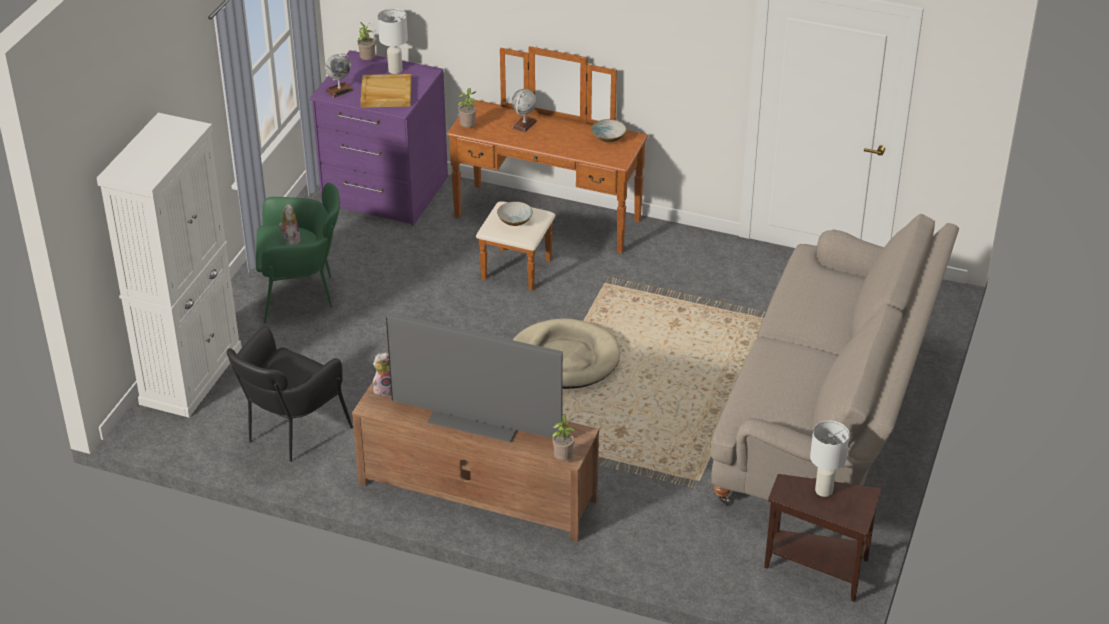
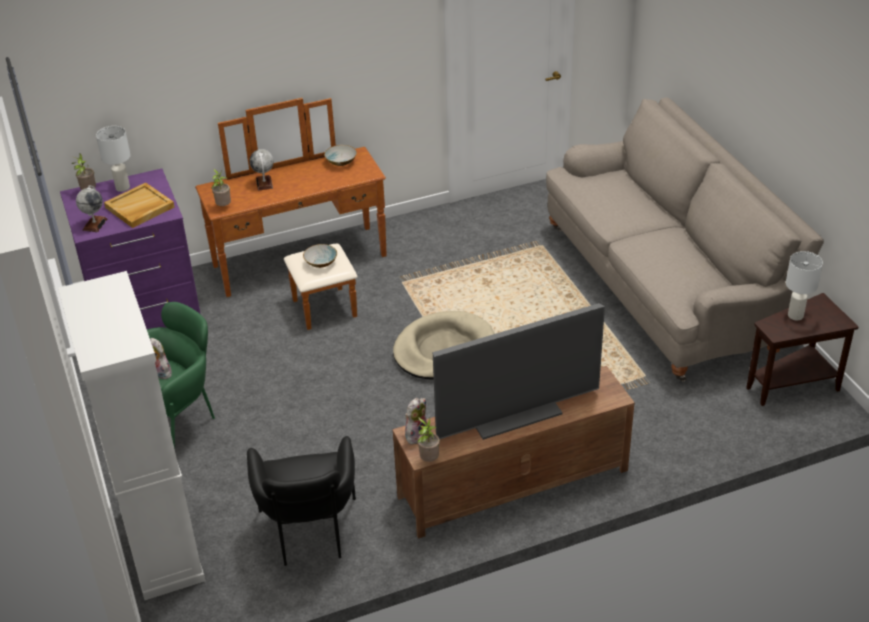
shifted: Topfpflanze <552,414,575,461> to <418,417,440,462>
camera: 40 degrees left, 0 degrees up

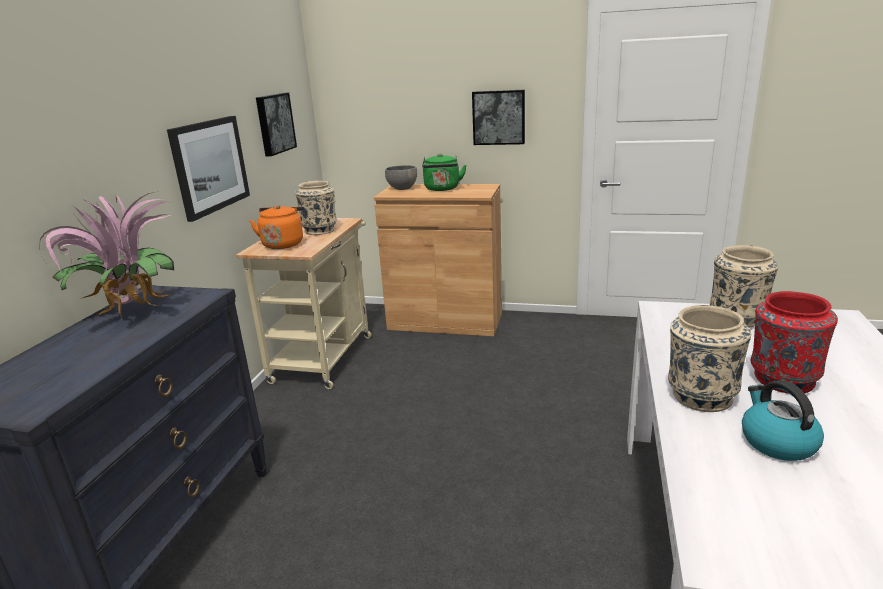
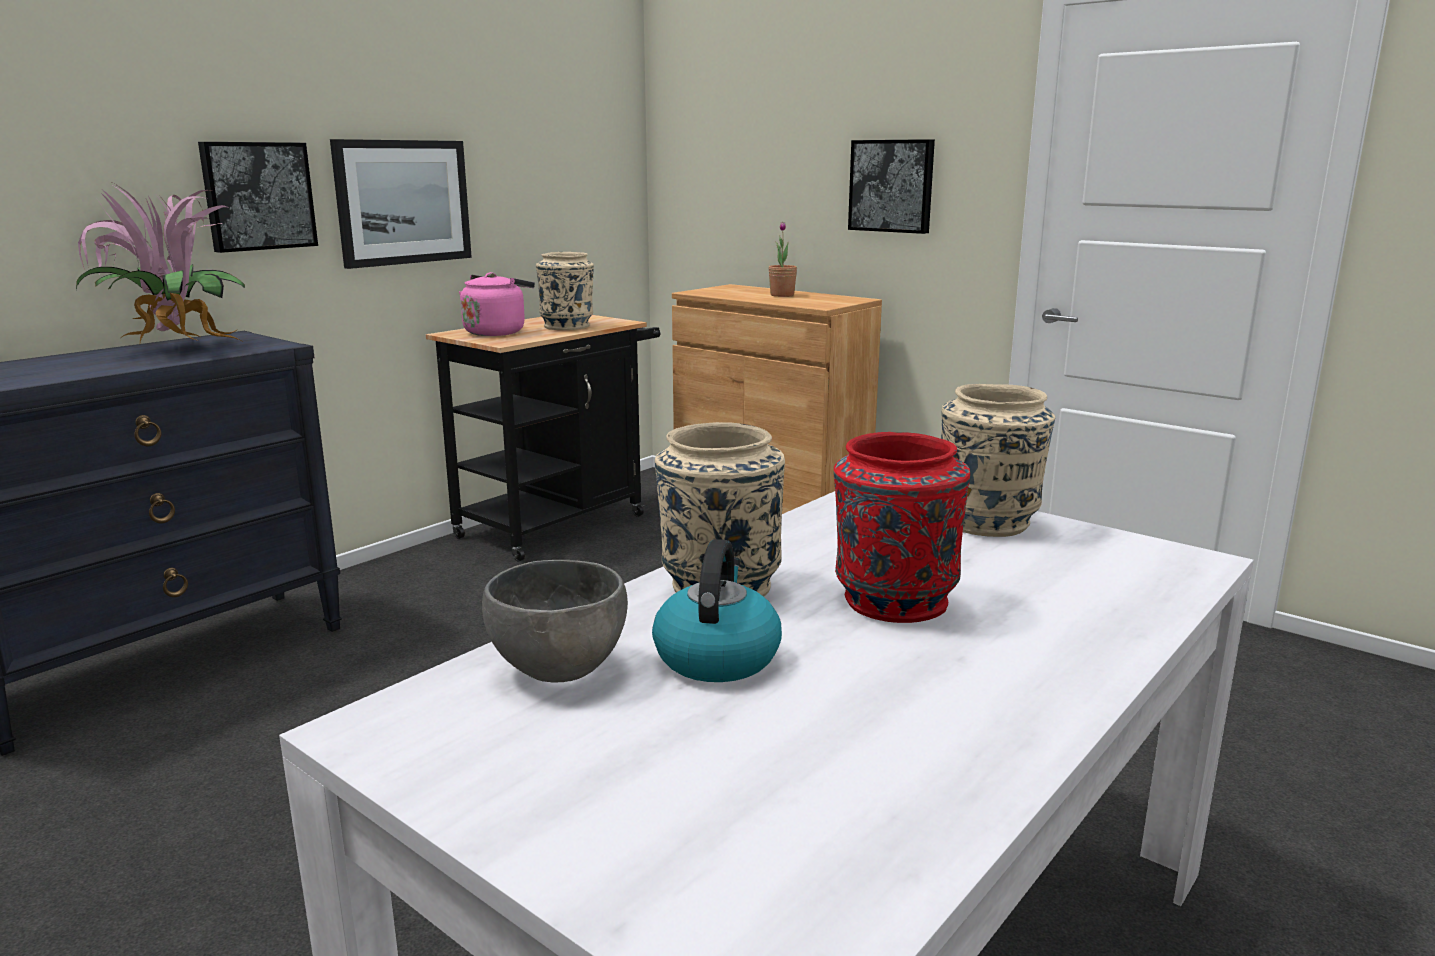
shifted: Bild <256,93,297,156> to <198,142,318,253>; Schüssel [grau] <385,165,417,190> to <482,560,628,683>
swapped: Wasserkessel [grün] <422,153,467,191> to Topfpflanze <768,222,797,297>
repainted: Rollwagen [beige] <236,218,371,389> to Rollwagen [schwarz] <426,315,661,561>; Wasserkessel [orange] <250,205,304,249> to Wasserkessel [rosa] <459,272,535,336>
camera: 25 degrees right, 5 degrees down

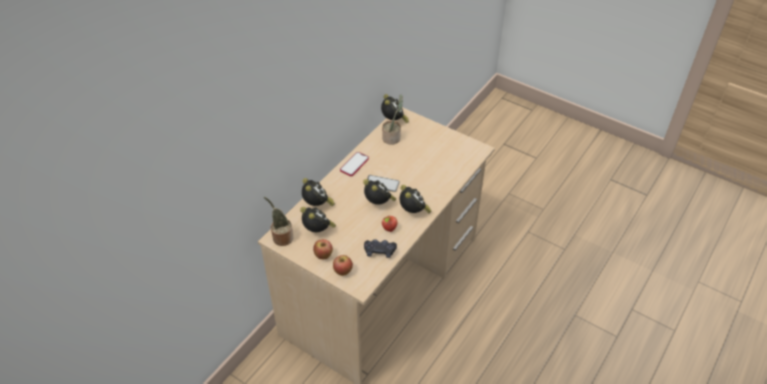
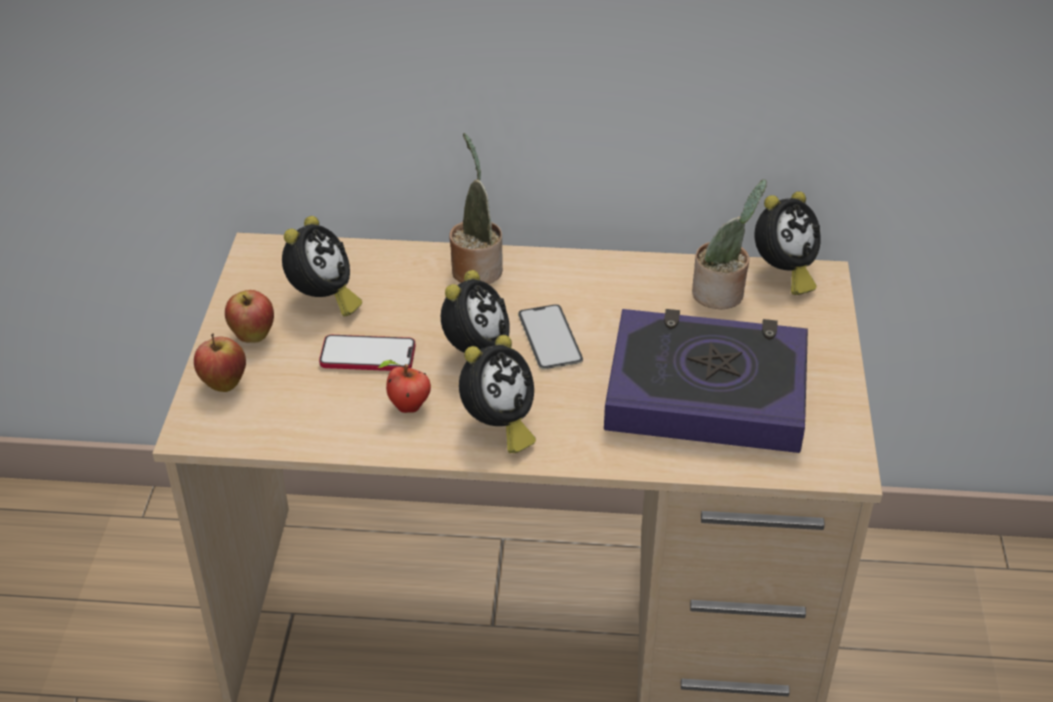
gone: Wecker <302,178,335,206>; Gamepad [schwarz] <364,239,397,258>
new: Buch <604,309,808,453>
shifted: Topfpflanze <264,197,293,246> to <449,133,503,284>; Handy <340,152,369,176> to <319,335,416,371>
camera: 60 degrees right, 5 degrees down

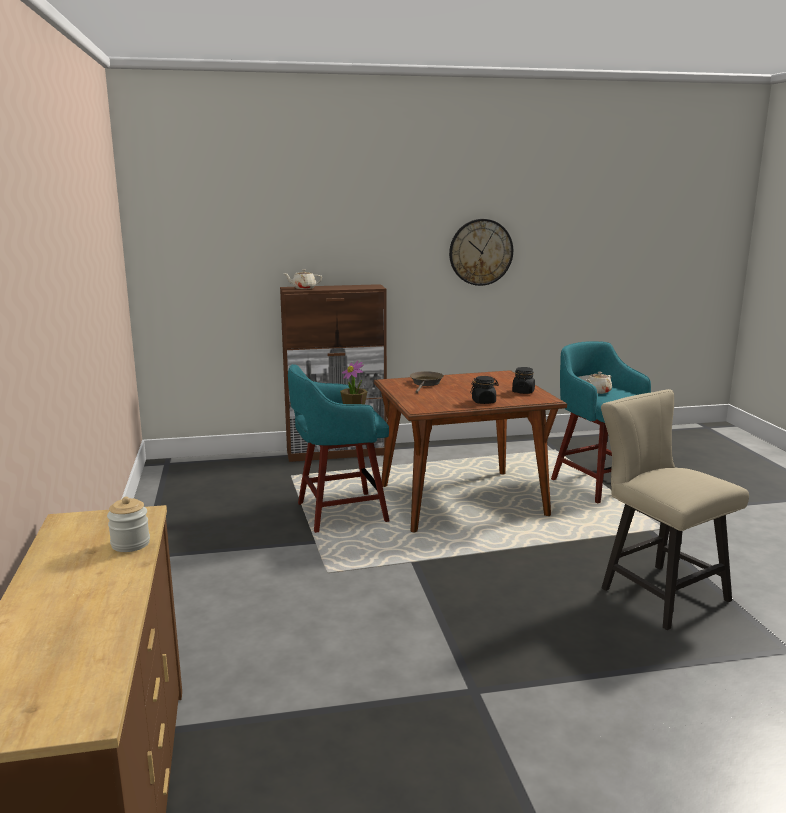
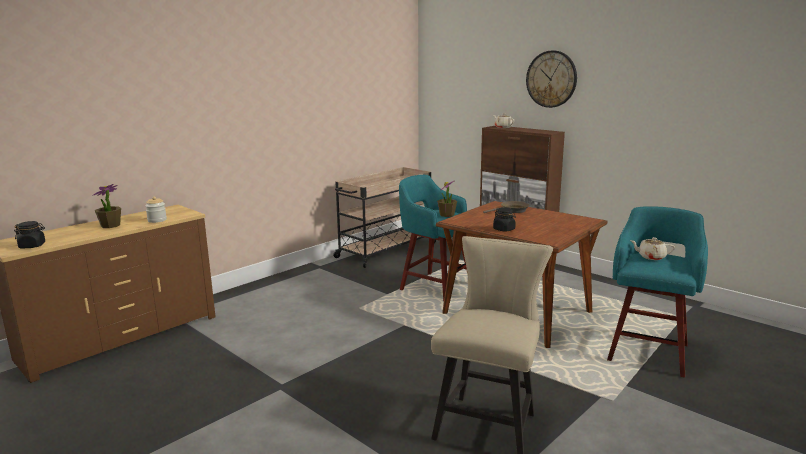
new: Topfpflanze <92,184,121,228>; Rollwagen [beige] <333,167,436,268>
shifted: Wanduhr <449,219,513,286> to <526,50,577,108>; Vorratsglas [schwarz] <512,367,535,394> to <14,221,45,248>
camera: 55 degrees right, 0 degrees up

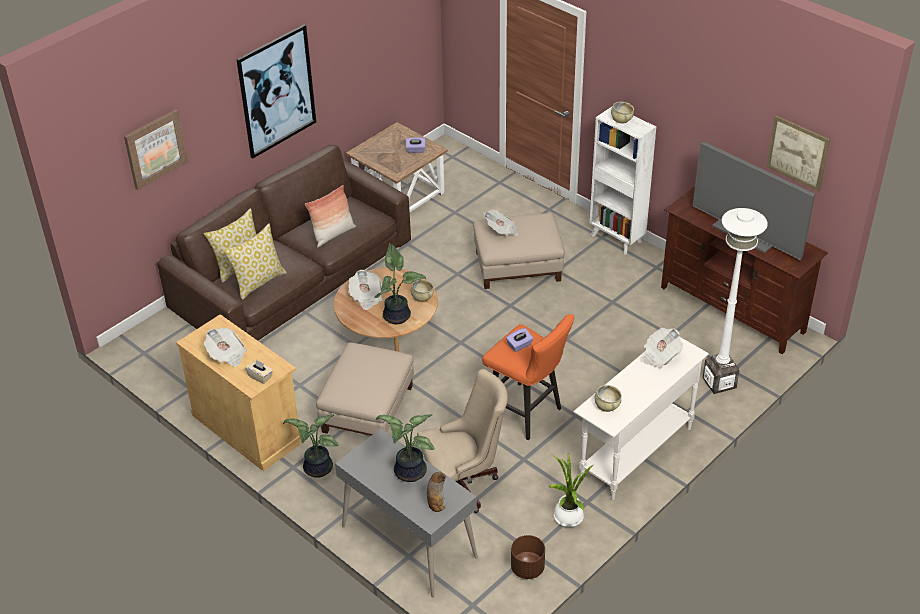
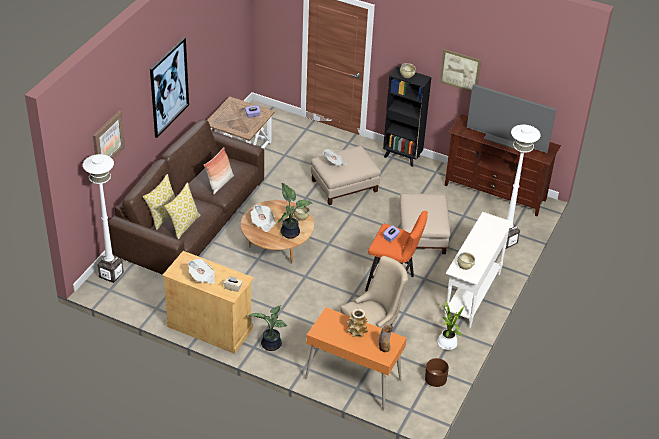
gone: Zeitung <640,328,683,368>
new: Stehlampe [weiß] <83,154,124,283>
shifted: Polsterhocker [beige] <316,342,414,436> to <400,193,450,254>; Bild <766,116,830,192> to <440,49,481,92>
swapped: Topfpflanze <375,414,435,482> to Vase <347,308,368,337>
repainted: Schreibtisch [grau] <335,429,478,597> to Schreibtisch [orange] <305,307,407,410>; Bücherregal [weiß] <590,106,656,254> to Bücherregal [schwarz] <383,67,431,167>
camera: 20 degrees left, 0 degrees up

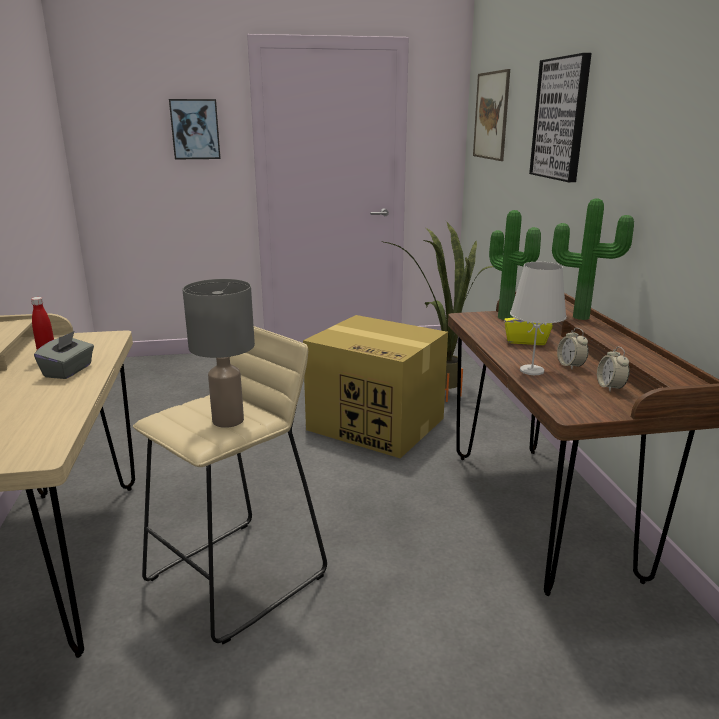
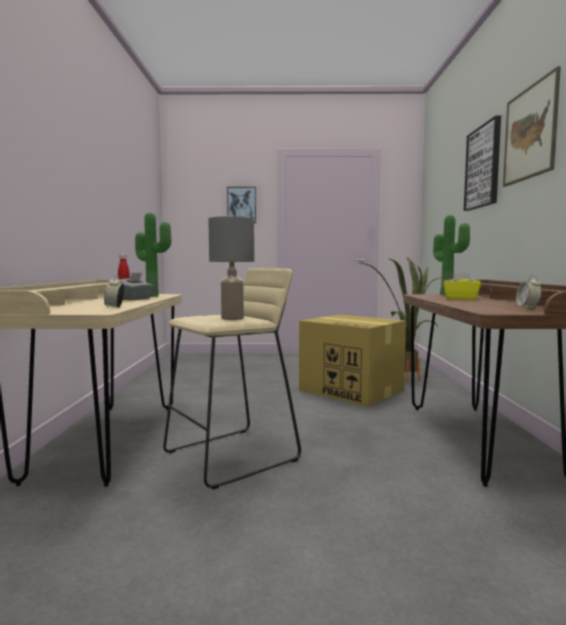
gone: Tischlampe [weiß] <510,262,567,375>
shifted: Bild <473,69,510,161> to <503,66,561,187>; Topfpflanze <552,198,634,320> to <135,213,171,297>; Wecker <557,328,588,369> to <104,274,124,308>
camera: 10 degrees right, 15 degrees down

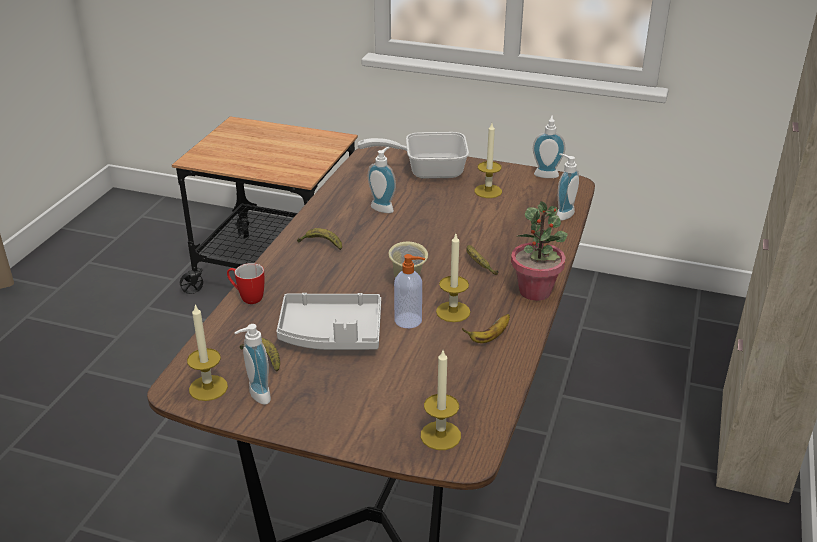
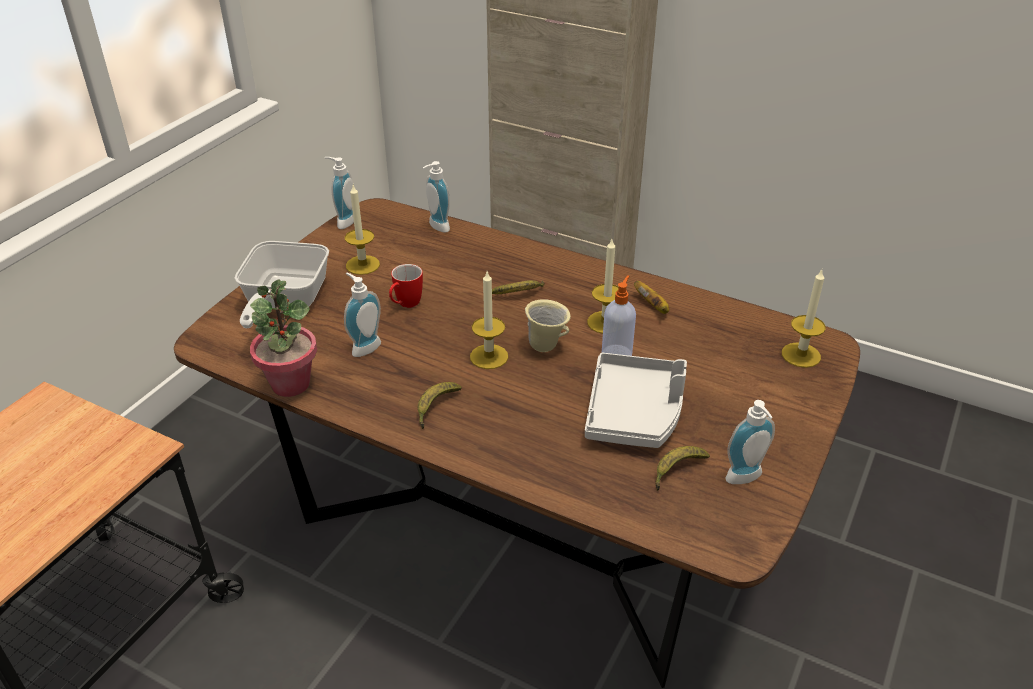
shifted: Kerze <187,304,228,401> to <470,272,508,369>; Henkelbecher <227,263,264,304> to <389,264,423,308>; Topfpflanze <511,201,567,301> to <250,280,317,397>
camera: 80 degrees left, 5 degrees up

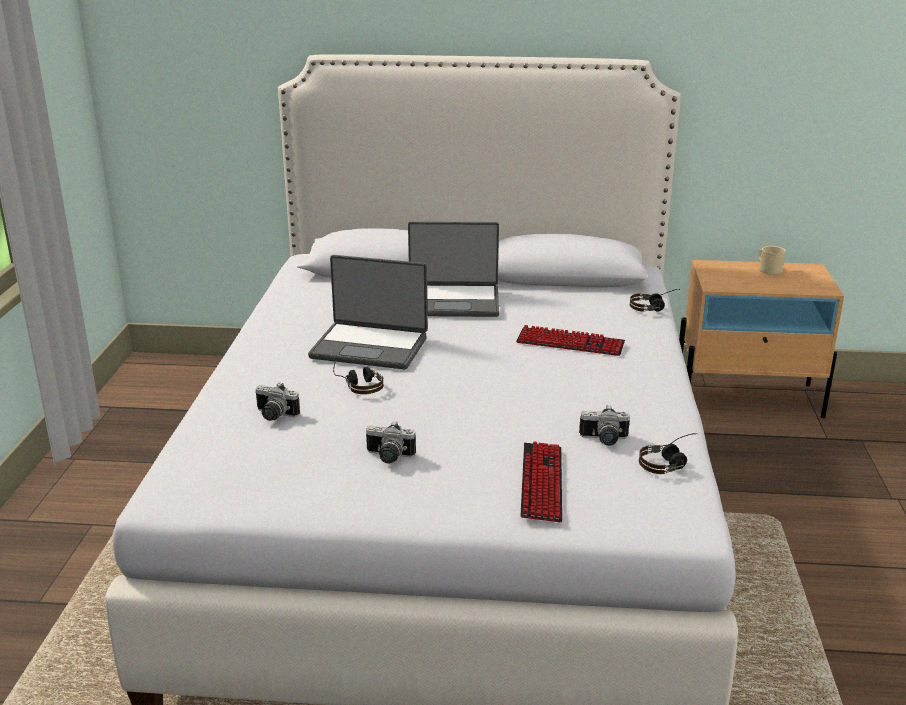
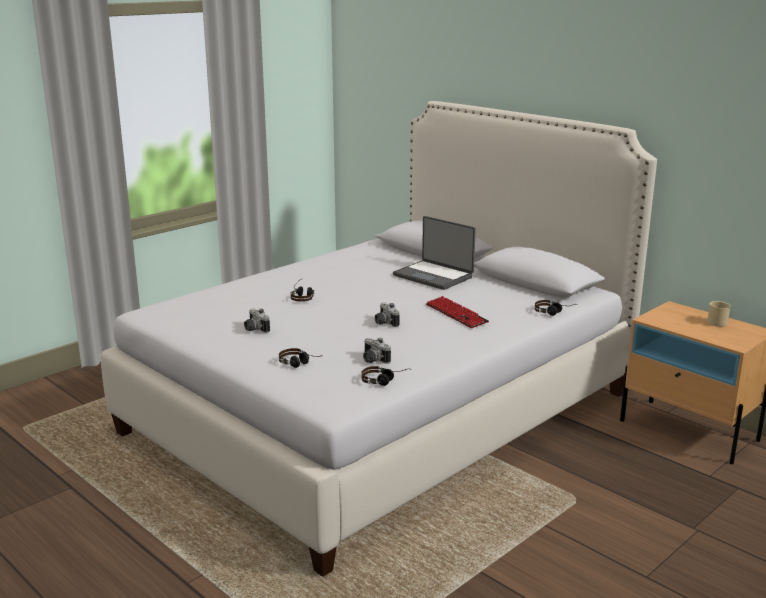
gone: Laptop <308,255,428,369>
shifted: Kamera <255,383,300,421> to <375,303,400,327>
swapped: Tastatur <521,441,562,522> to Kopfhörer <279,348,322,368>
camera: 40 degrees right, 5 degrees down

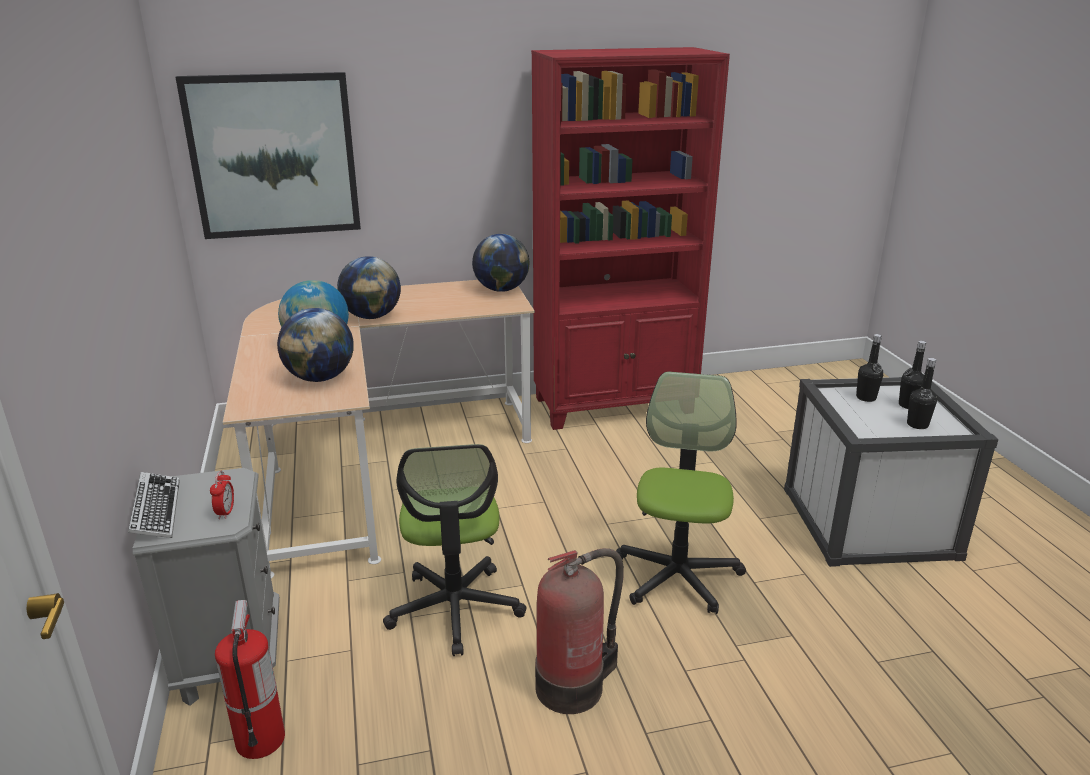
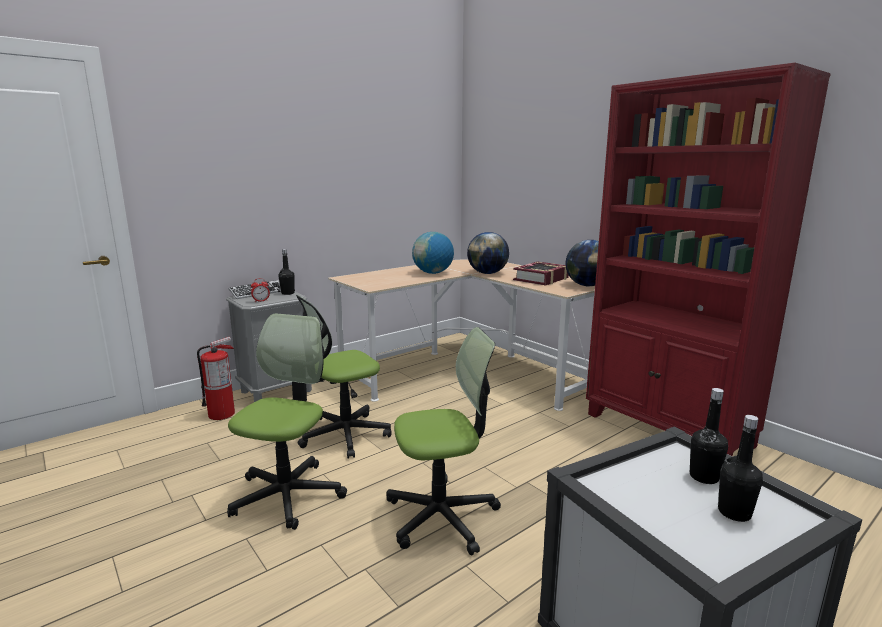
gone: Bild <175,72,361,239>; Globus <277,308,353,382>
new: Buch <513,262,569,286>
shifted: Flasche [schwarz] <907,358,937,429> to <279,249,295,295>
swapped: Feuerlöscher <535,548,624,714> to Bürostuhl <227,313,347,530>
camera: 65 degrees right, 10 degrees down

